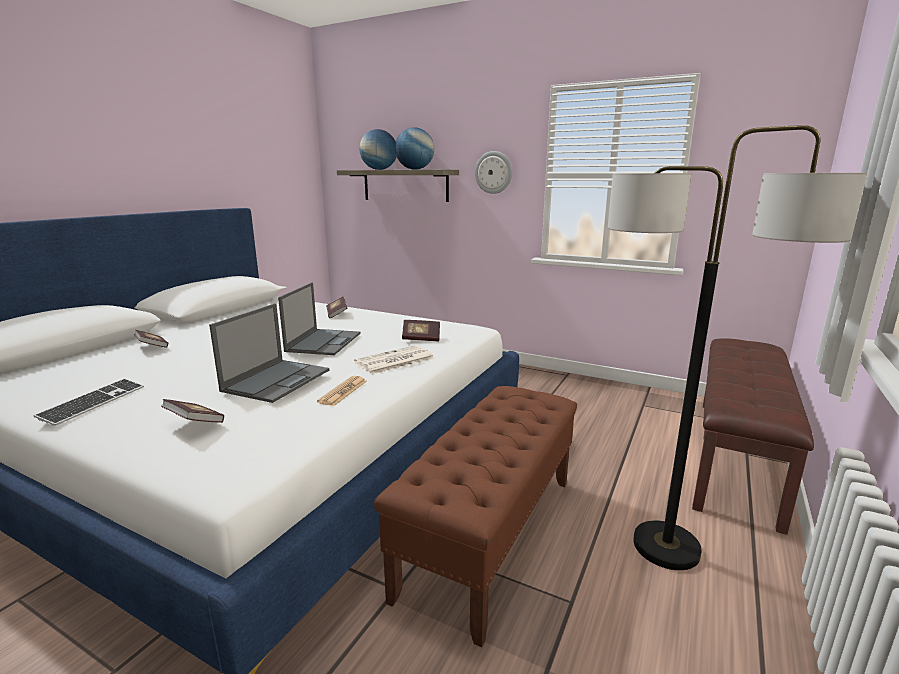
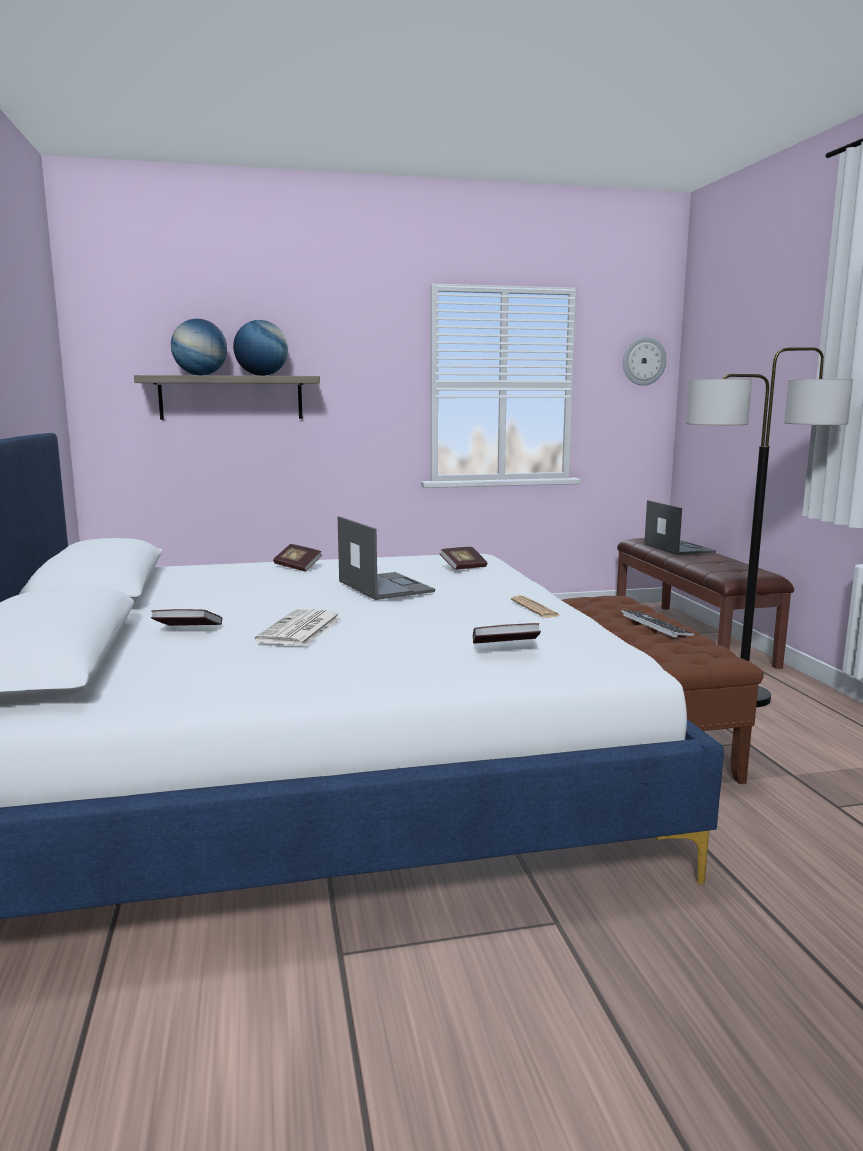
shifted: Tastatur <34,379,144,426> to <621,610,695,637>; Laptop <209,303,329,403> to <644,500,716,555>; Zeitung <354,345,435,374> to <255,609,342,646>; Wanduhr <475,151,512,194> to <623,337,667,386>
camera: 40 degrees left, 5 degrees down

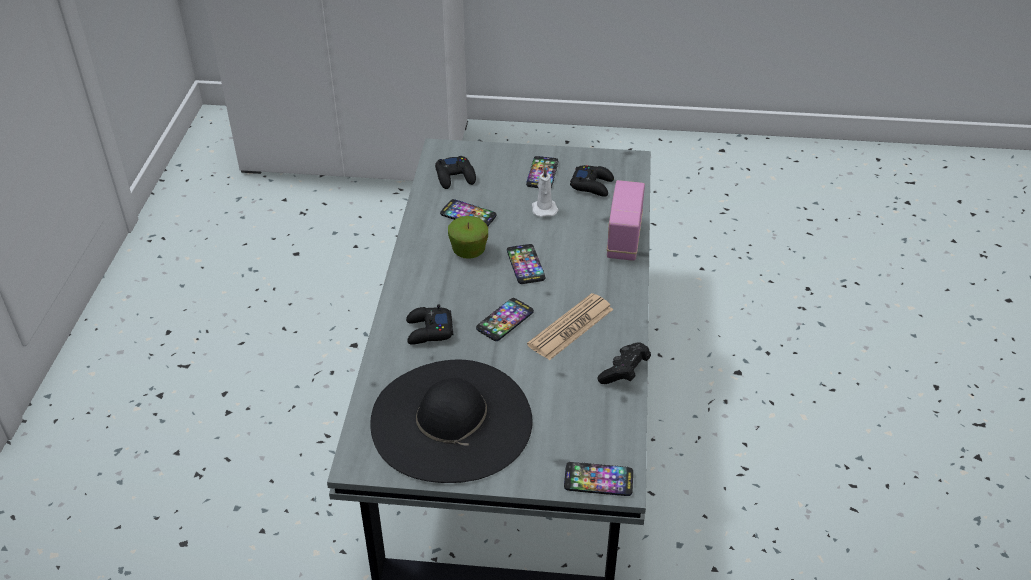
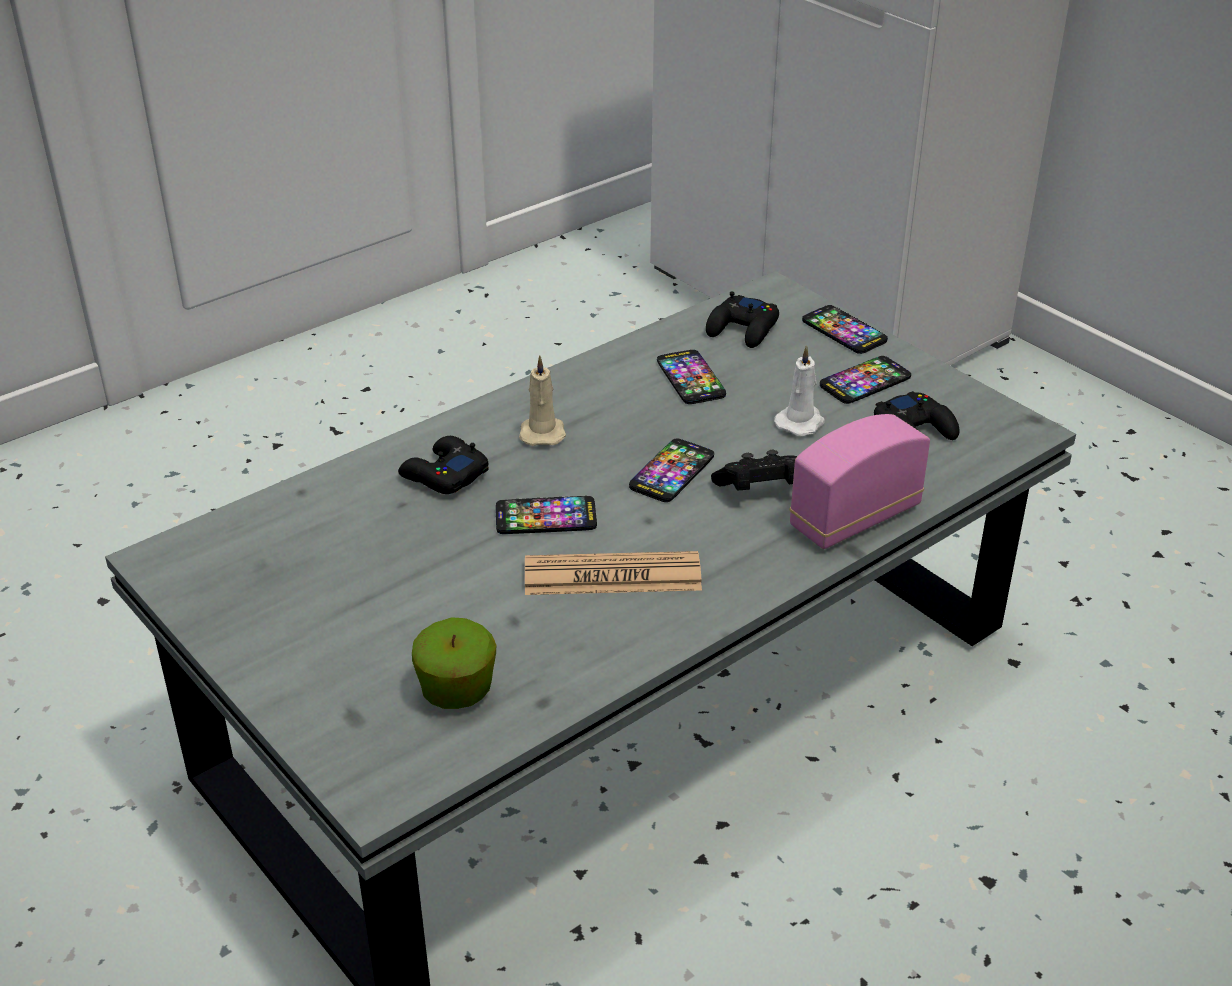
gone: Hut [schwarz] <370,360,533,483>
new: Kerze [beige] <519,356,566,446>
shifted: Apfel <448,216,488,259> to <412,617,496,709>; Handy <564,462,633,496> to <802,305,888,354>; Gamepad [schwarz] <597,342,651,384> to <711,450,797,490>
camera: 45 degrees right, 5 degrees down

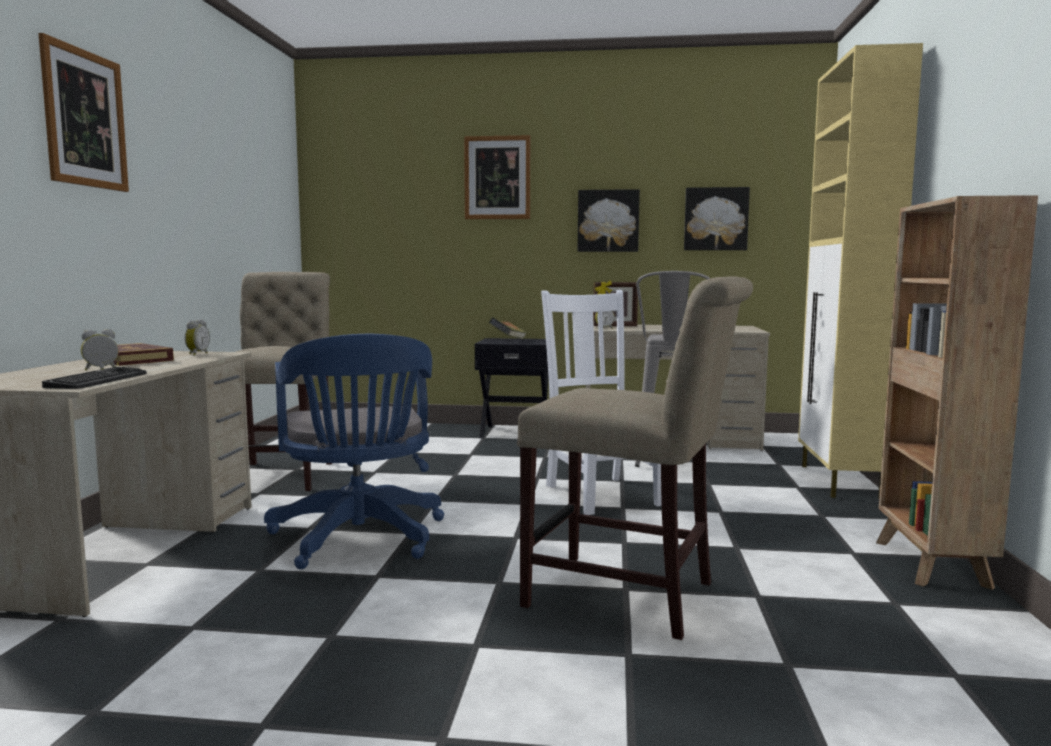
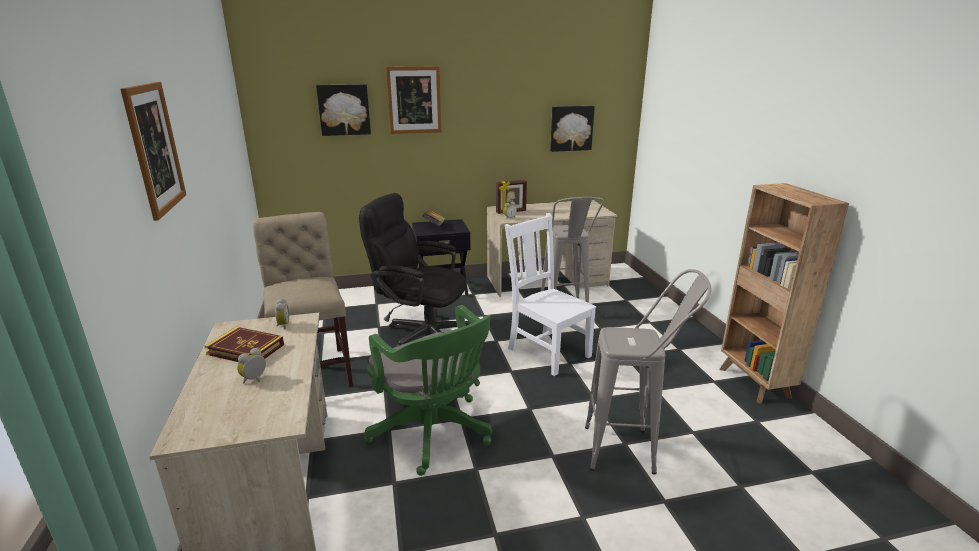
gone: Tastatur <42,367,147,389>; Schrank [beige] <798,43,923,498>
new: Bürostuhl [schwarz] <359,193,471,347>
shifted: Bild <578,189,640,252> to <316,84,371,136>
swapped: Stuhl [beige] <517,276,753,640> to Hocker [grau] <585,269,712,475>
repainted: Bürostuhl [blau] <264,334,444,569> to Bürostuhl [grün] <365,305,492,476>
camera: 20 degrees left, 15 degrees up

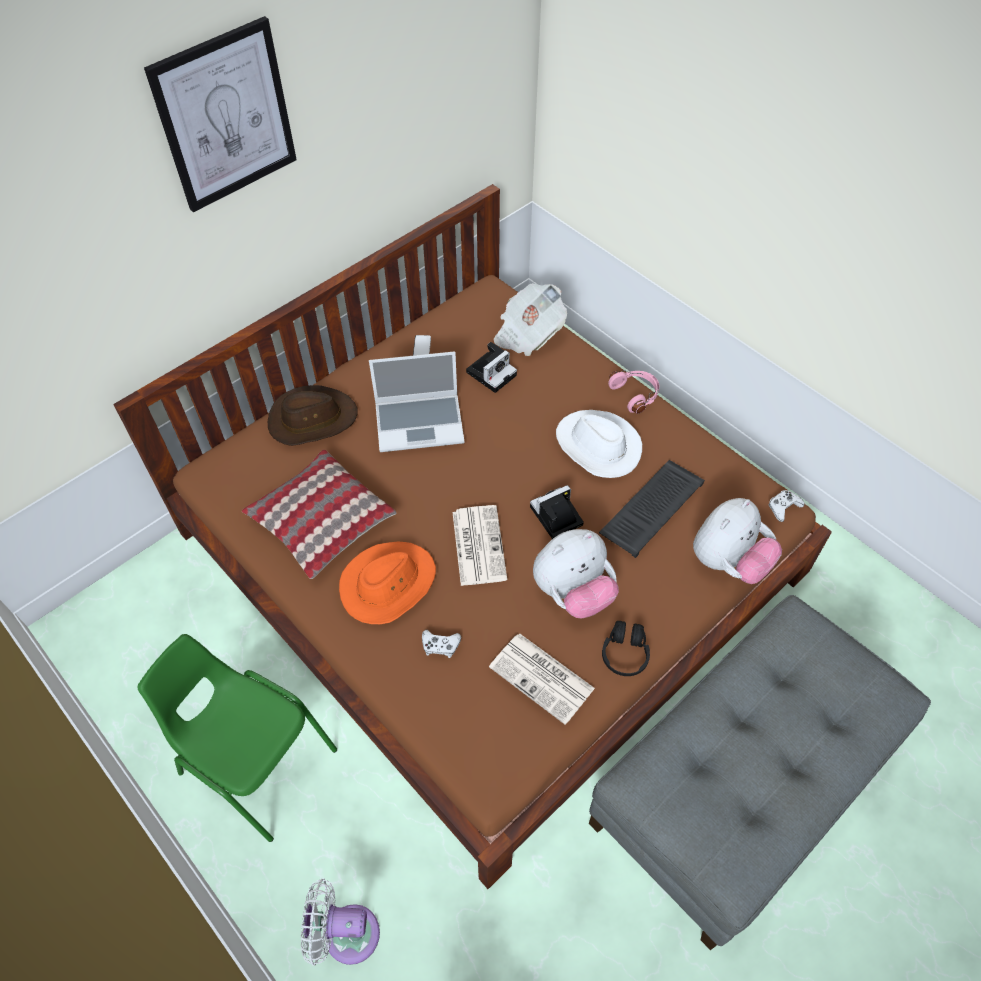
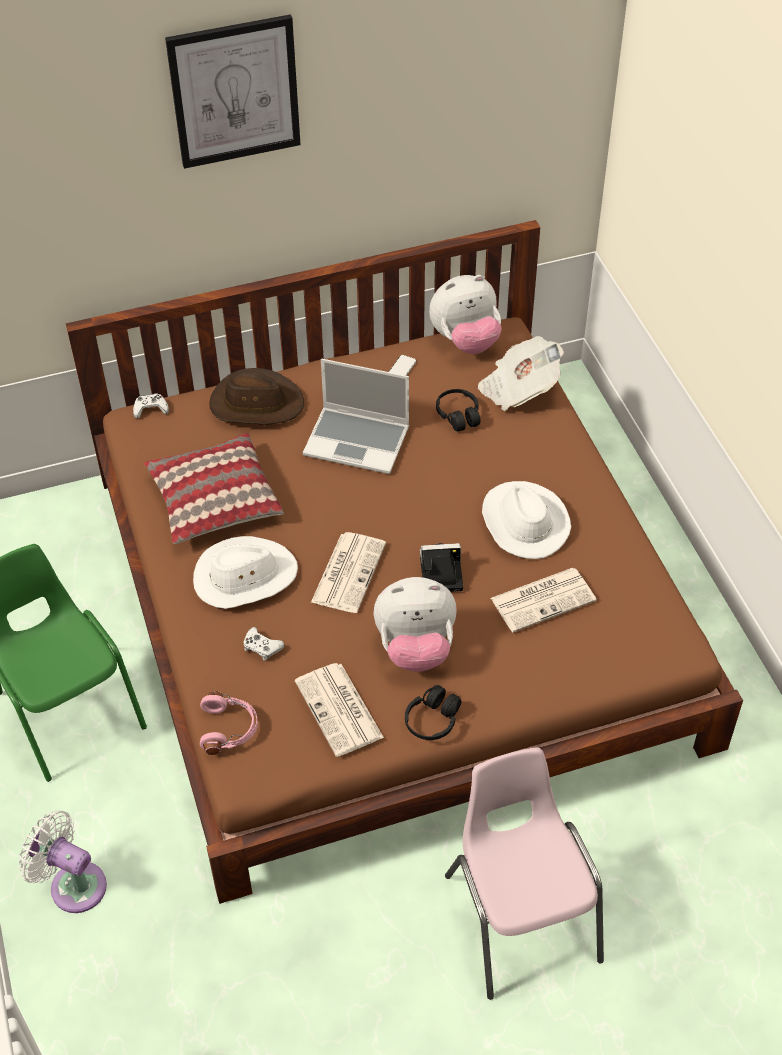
shifted: Kopfhörer [rosa] <608,370,659,414> to <200,691,258,755>; Plüschtier <693,498,782,584> to <429,275,502,354>; Gamepad [weiß] <768,490,804,522> to <133,394,169,419>
swapped: Kamera <466,342,517,393> to Kopfhörer [schwarz] <436,389,481,431>; Polsterhocker [grau] <589,595,931,950> to Stuhl [rosa] <445,747,604,1000>; Tastatur <599,460,705,558> to Zeitung <491,568,596,632>
repainted: Hut [orange] <339,542,436,624> to Hut [weiß] <193,536,298,609>
camera: 25 degrees right, 5 degrees down

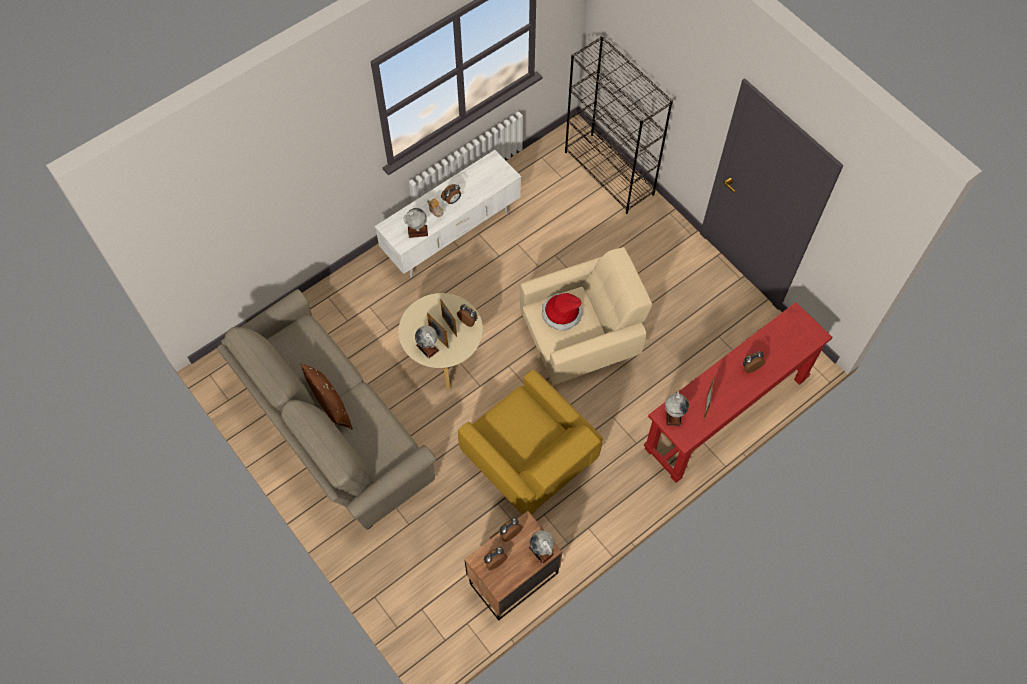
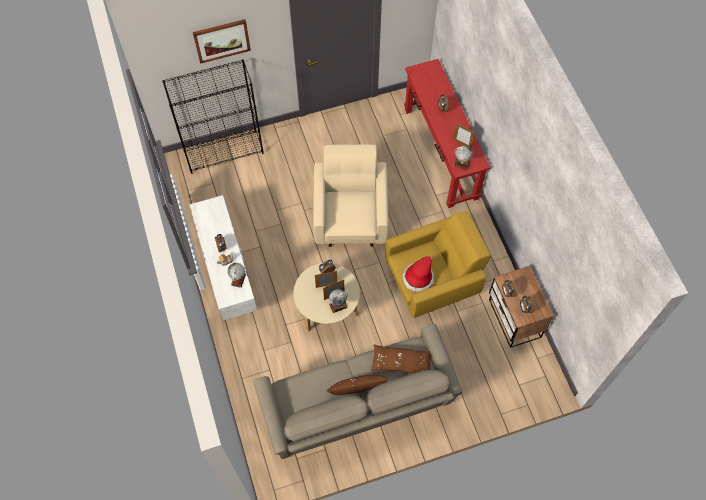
gone: Globus <528,530,554,564>
new: Bild <193,19,251,64>; Kissen [braun] <371,344,431,373>
shifted: Hut <542,293,582,331> to <402,257,434,292>
camera: 70 degrees left, 0 degrees up

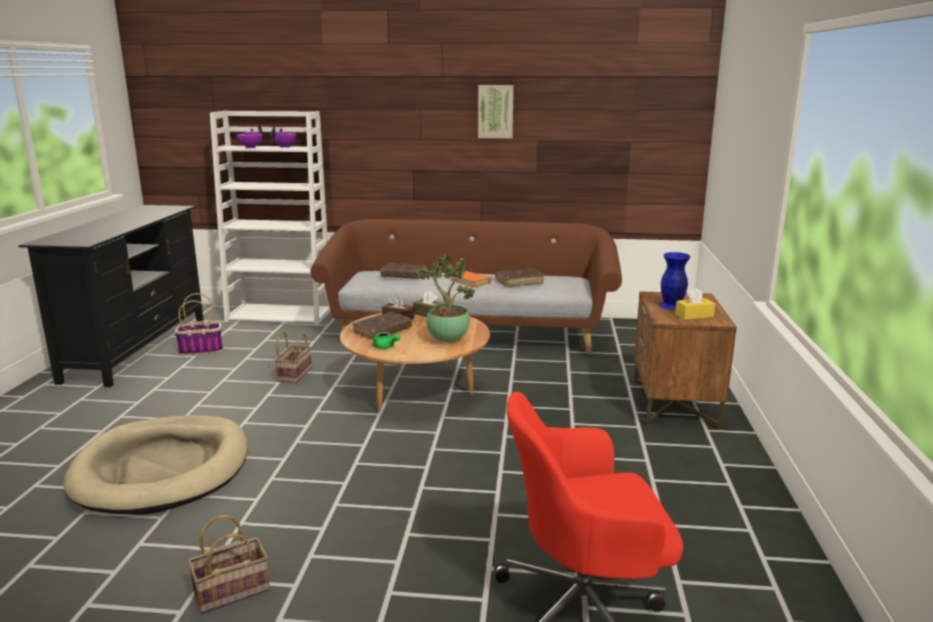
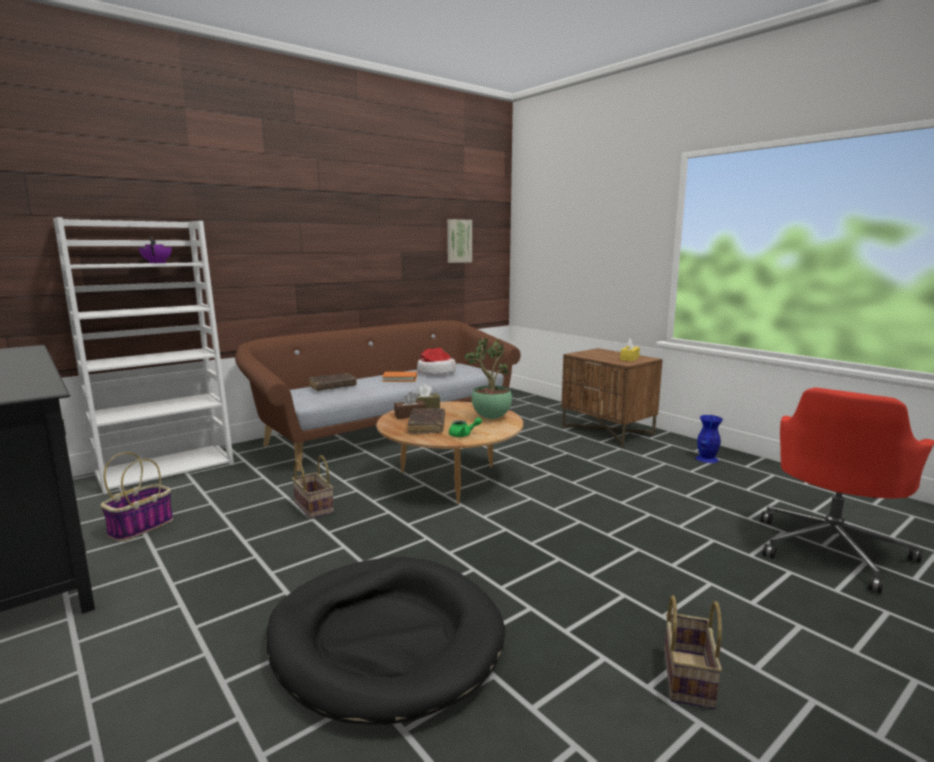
gone: Teekanne [lila] <236,124,263,149>
shifted: Bild <478,85,514,138> to <447,219,472,263>; Vase [blau] <659,252,690,310> to <696,415,723,463>
swapped: Buch [braun] <495,269,544,287> to Hut <417,348,456,375>
repainted: Hundebett [beige] <64,415,248,515> to Hundebett [schwarz] <266,557,505,725>
camera: 45 degrees left, 5 degrees down

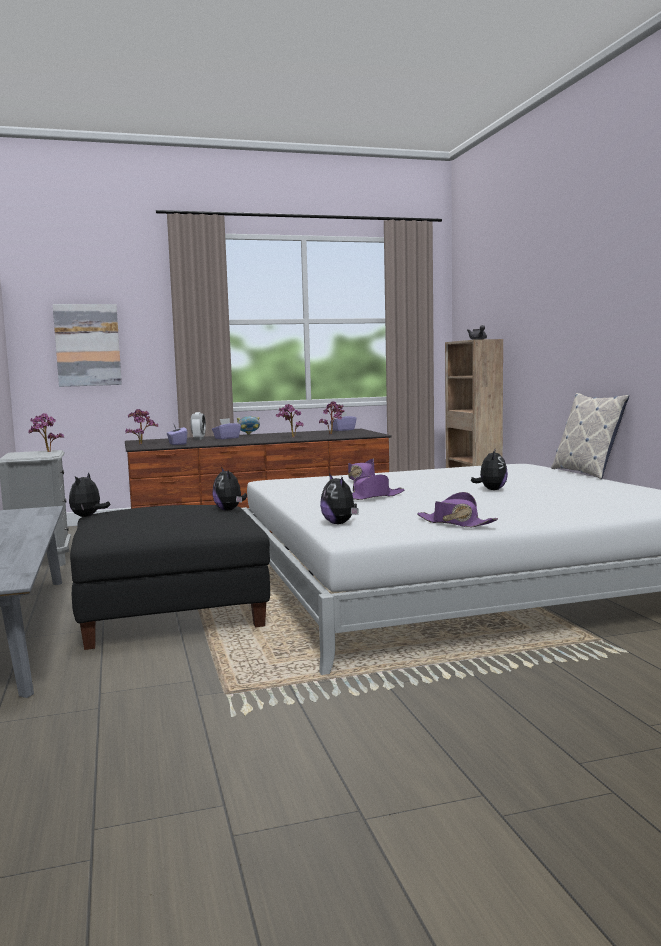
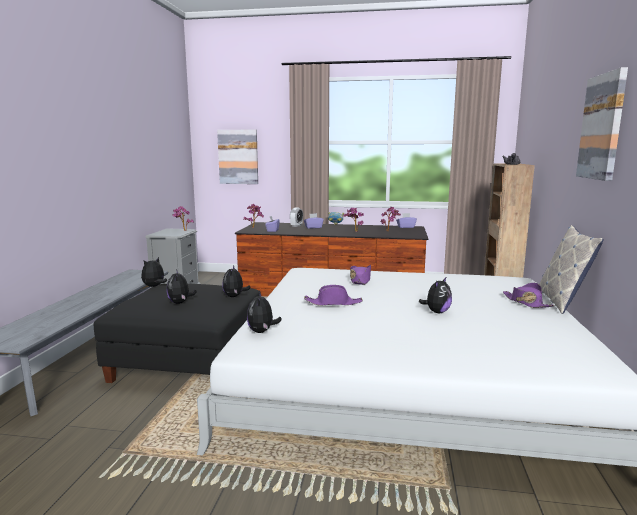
new: Plüschtier <166,269,196,304>; Bild <576,67,628,181>
shifted: Hut [lila] <417,492,498,527> to <503,283,554,308>
camera: 25 degrees right, 5 degrees up

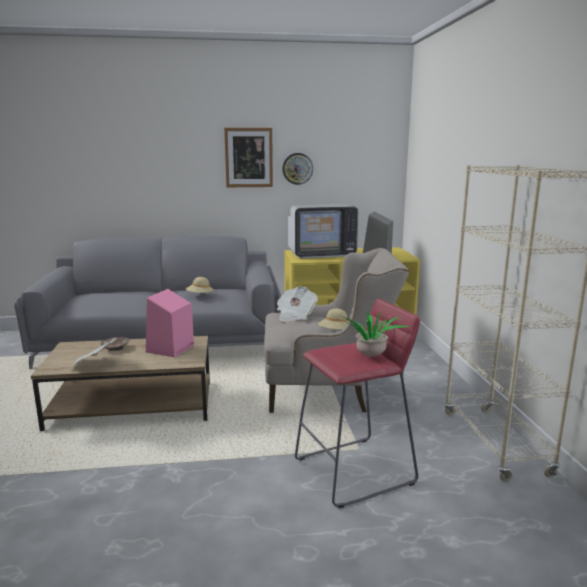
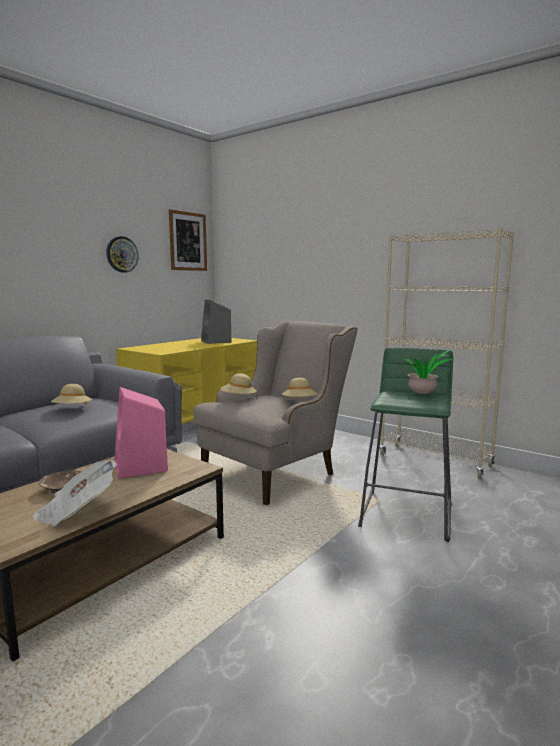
gone: Fernseher <288,204,358,258>
shifted: Bild <224,128,273,187> to <169,209,207,271>
swapped: Zeitung <277,286,318,322> to Hut [beige] <221,373,257,394>
repainted: Hocker [rot] <295,299,420,508> to Hocker [grün] <358,348,453,542>
camera: 45 degrees left, 5 degrees down

